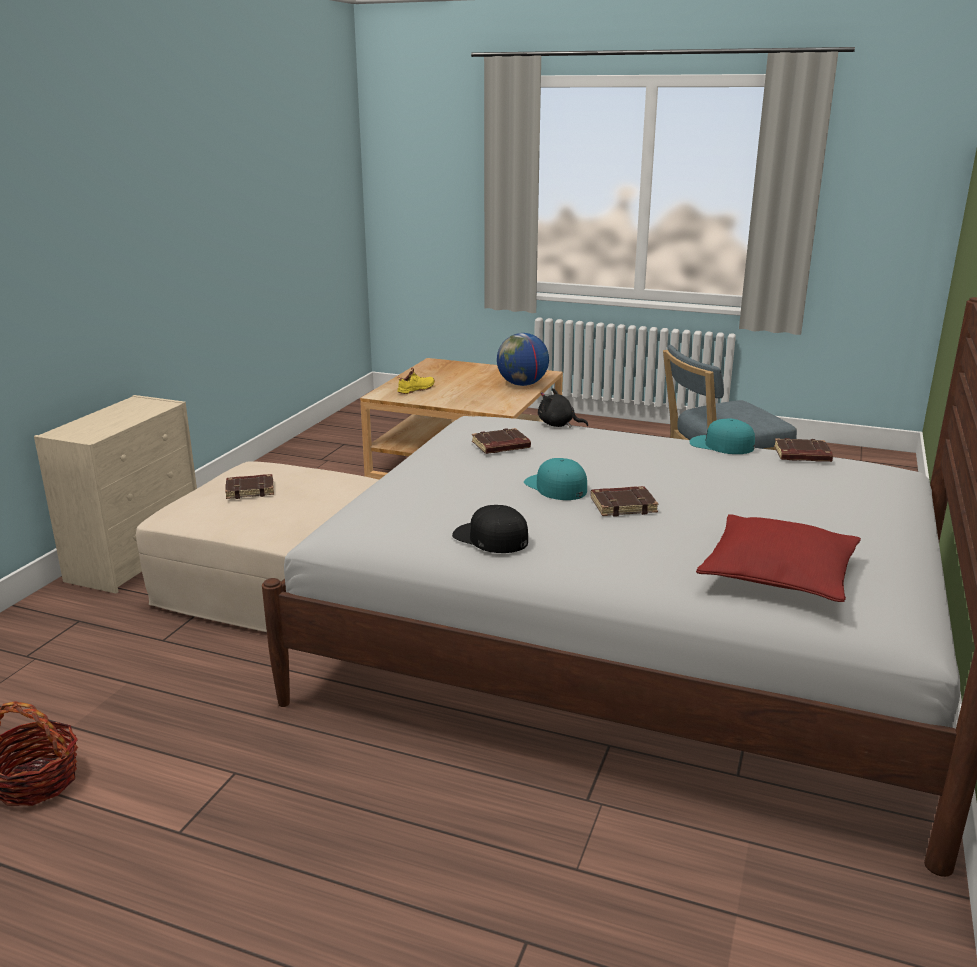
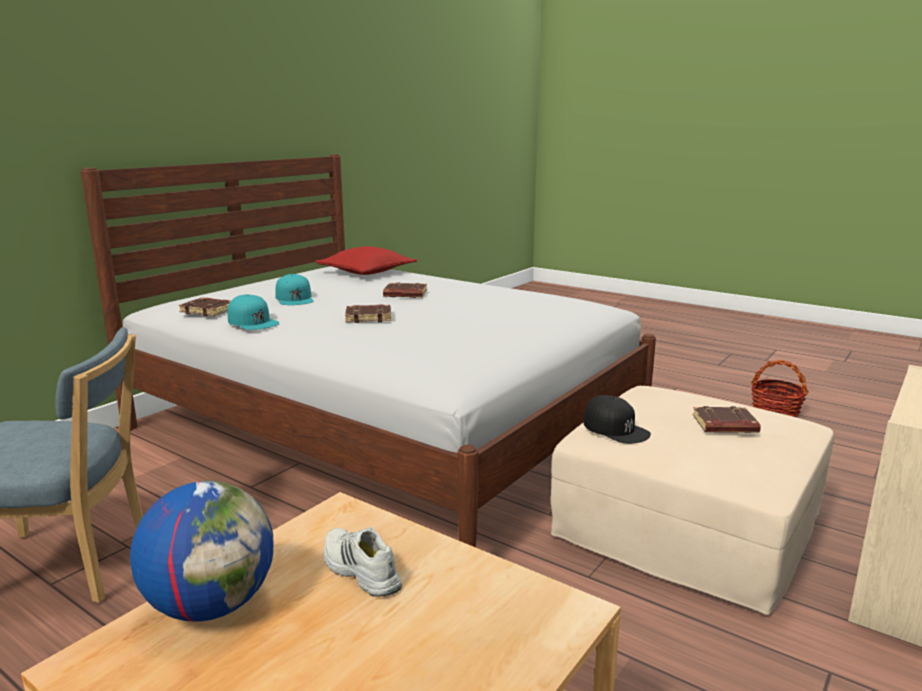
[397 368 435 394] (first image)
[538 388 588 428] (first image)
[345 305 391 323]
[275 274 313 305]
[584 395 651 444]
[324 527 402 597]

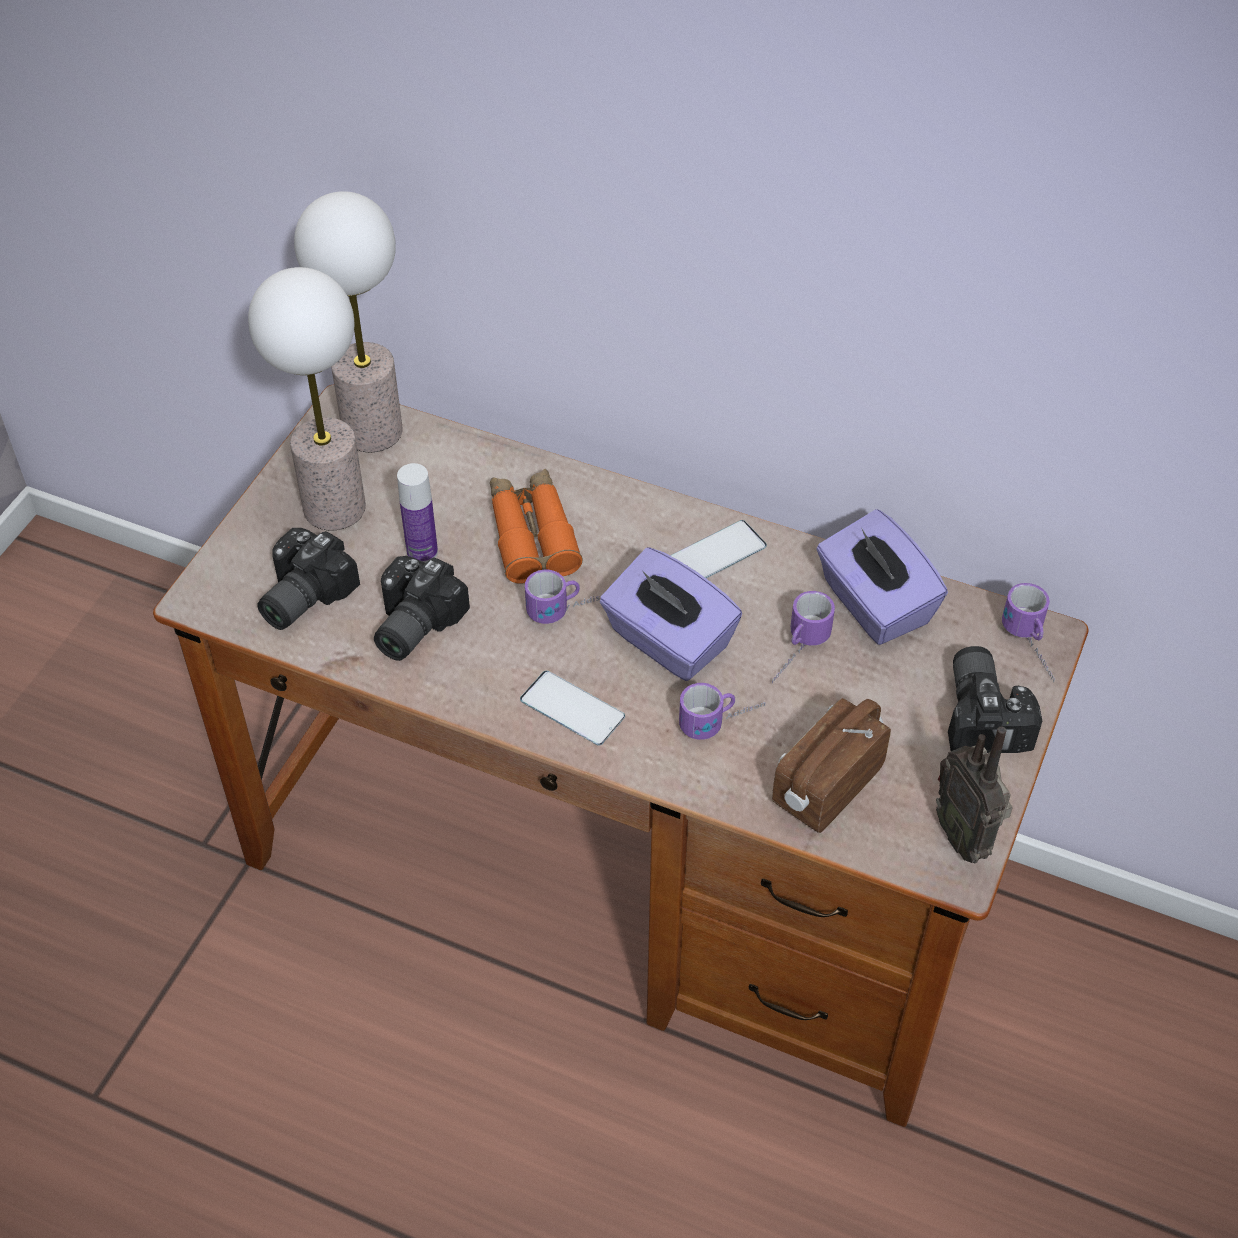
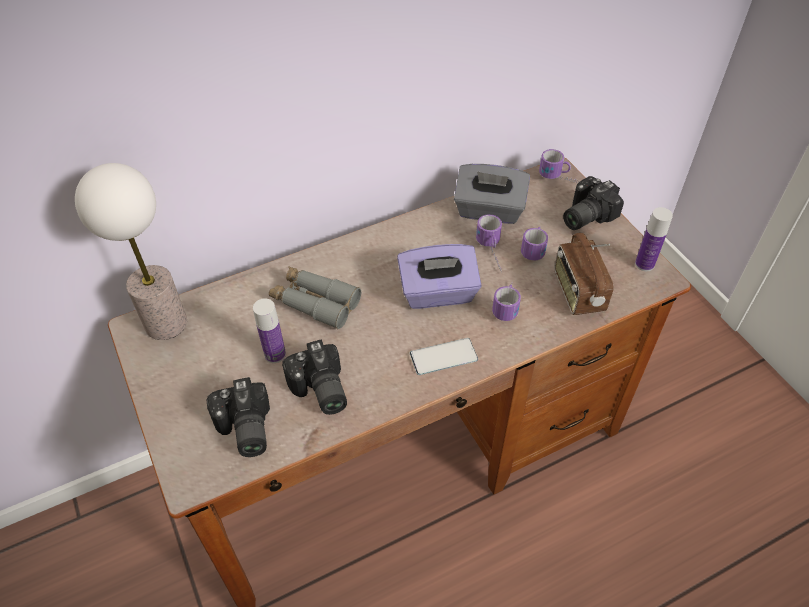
[248 267 366 530] (first image)
[269 266 361 329]
[454 164 530 224]
[670 520 767 578] (first image)
[521 227 548 261]
[563 176 624 230]
[635 207 673 271]

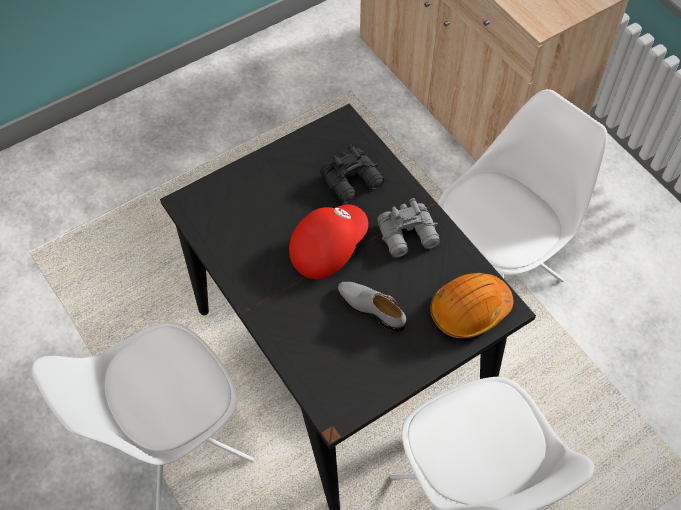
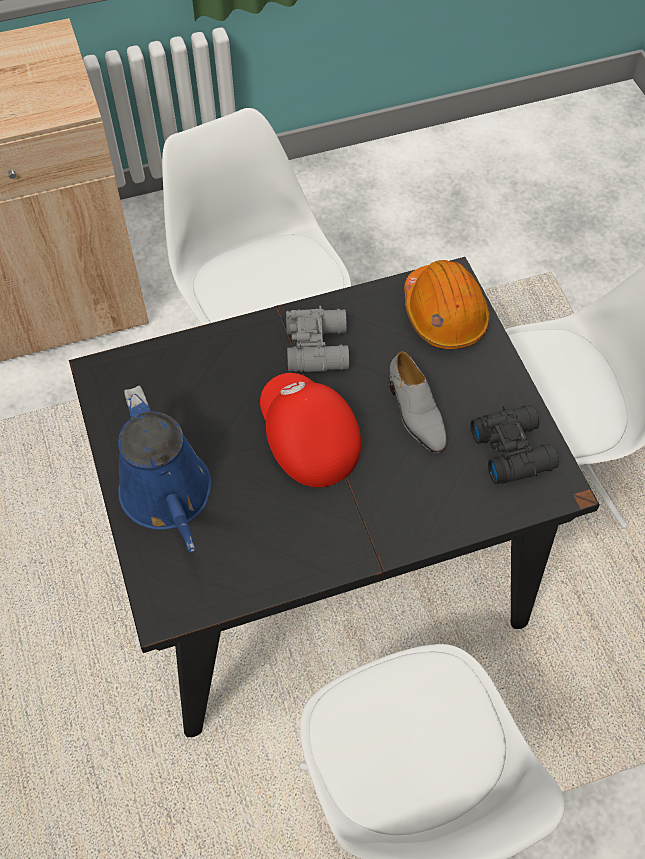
[471 405 559 484]
[389 351 446 453]
[118 385 211 552]

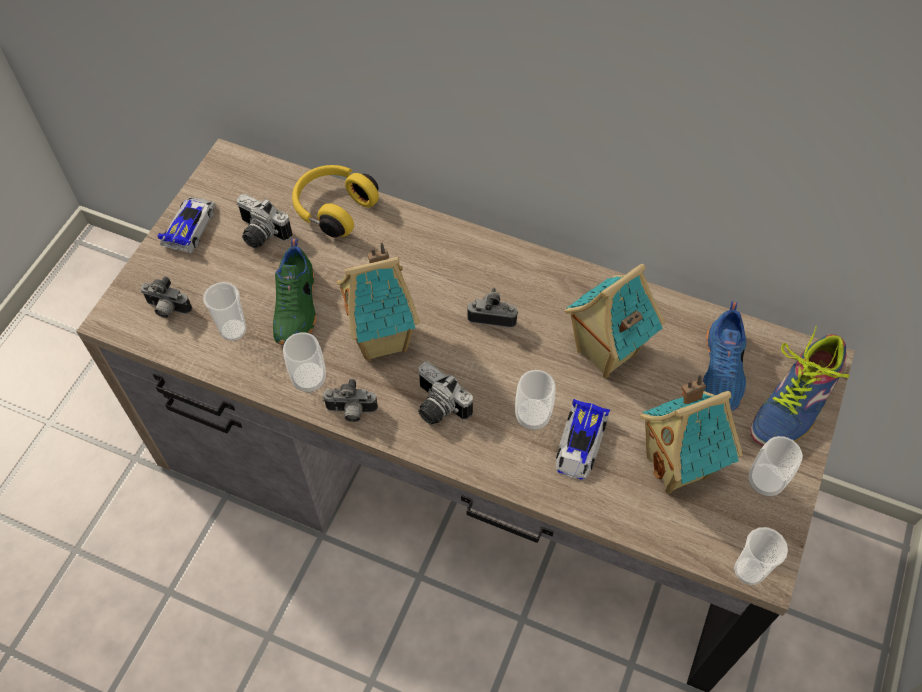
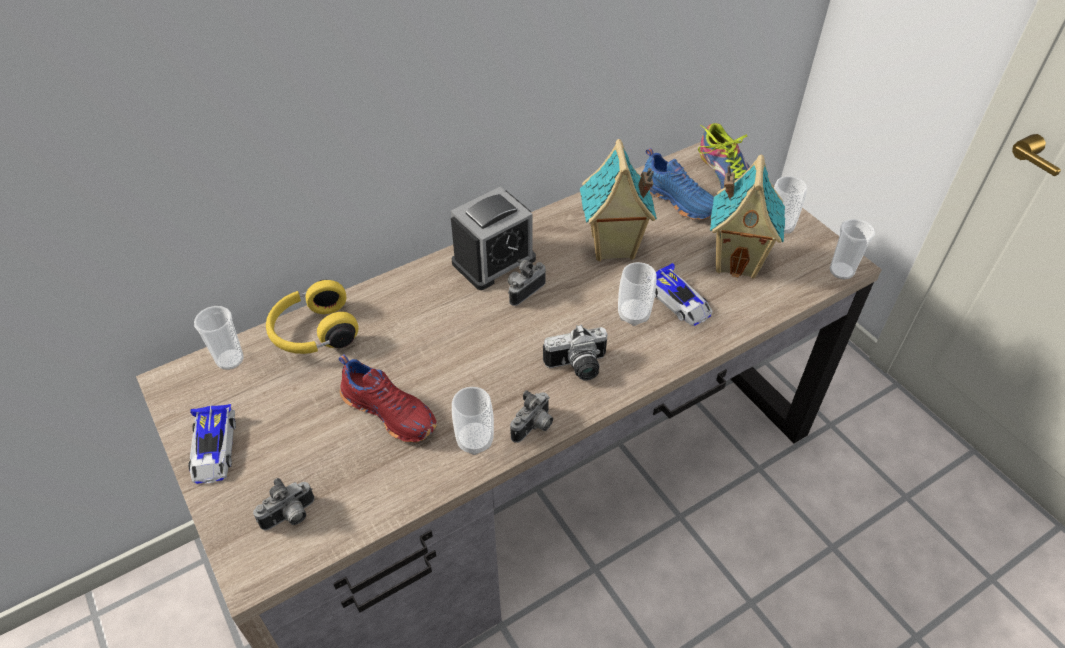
[236 194 293 248] (first image)
[188 404 236 484]
[339 354 437 443]
[336 243 420 361] (first image)
[194 306 244 370]
[451 187 536 290]

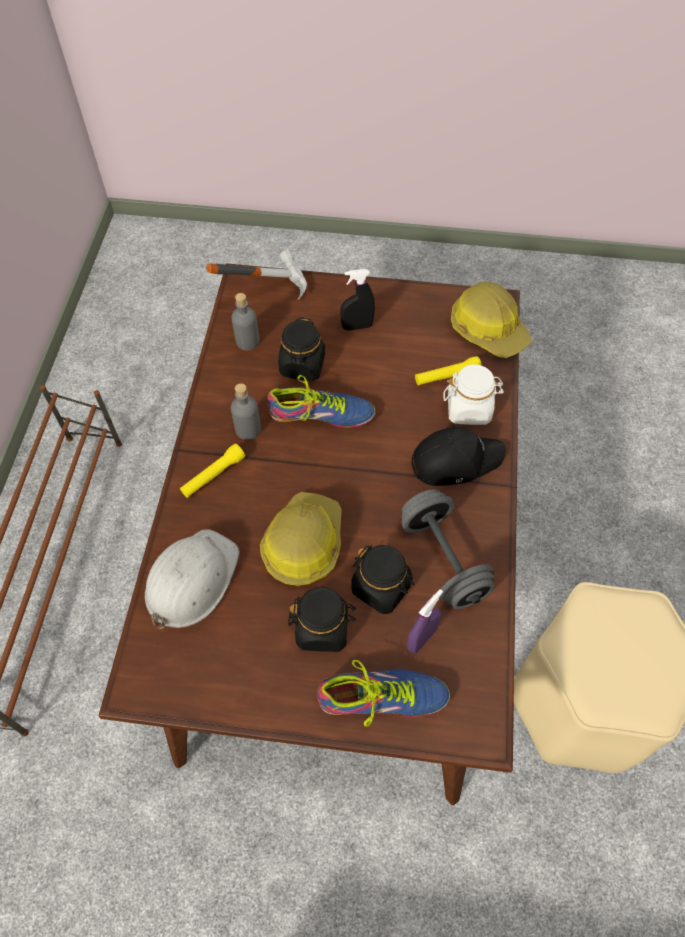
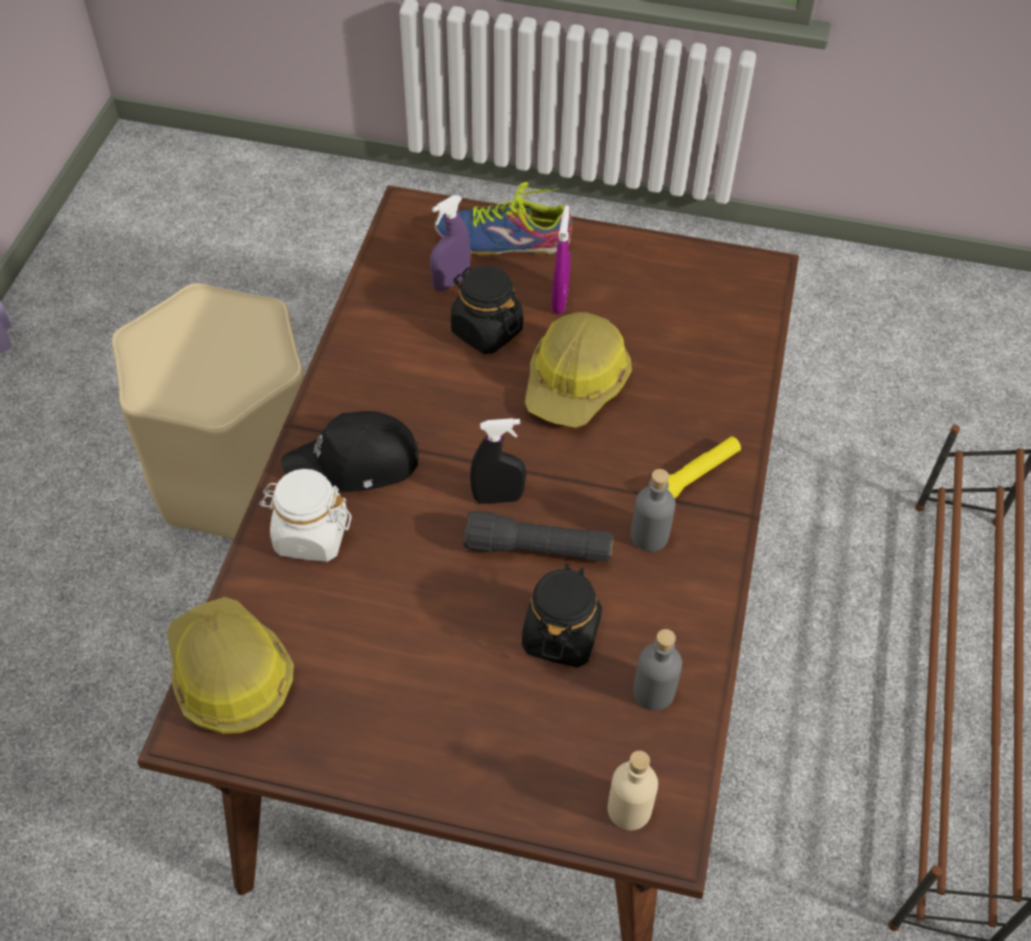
[608 750 658 830]
[470 418 526 504]
[415 356 482 386] (first image)
[463 511 613 562]
[401 489 495 609] (first image)
[145 529 240 629] (first image)
[552 205 571 314]

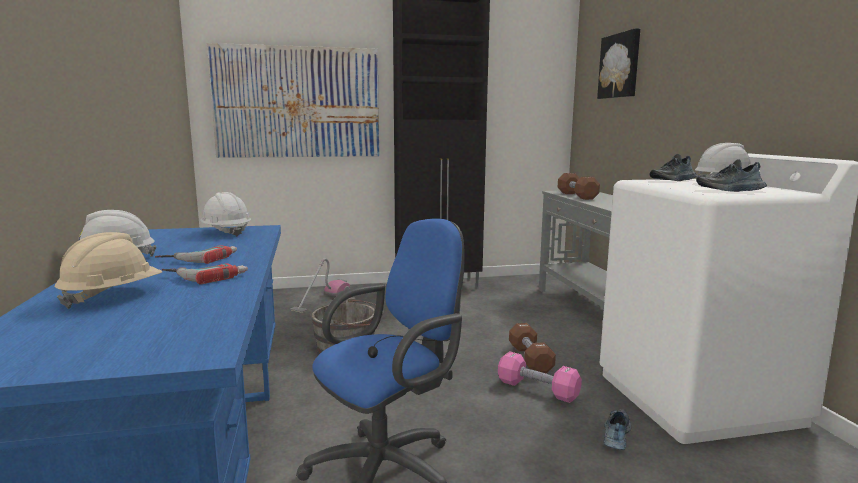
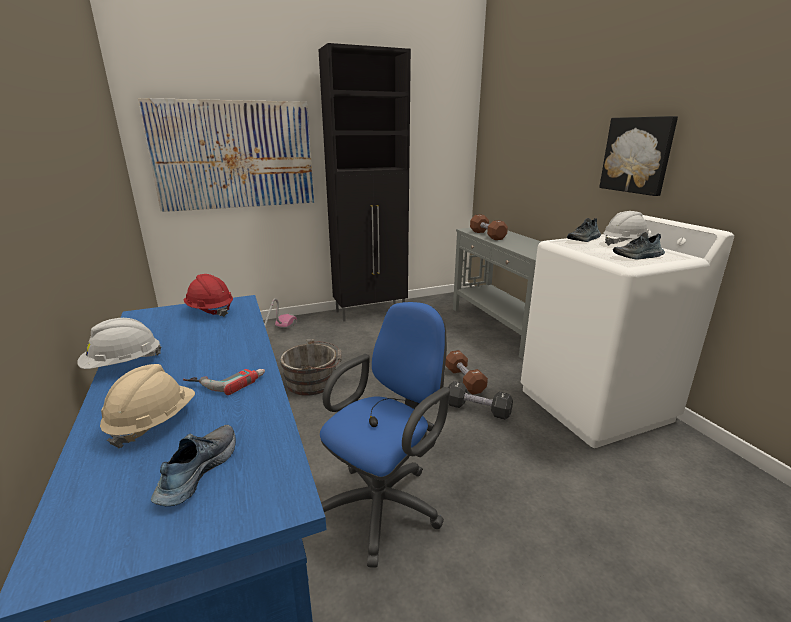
[599 116 678 196]
[183 274 233 317]
[155 245 237 264] (first image)
[448 381 513 420]
[151 425 236 506]

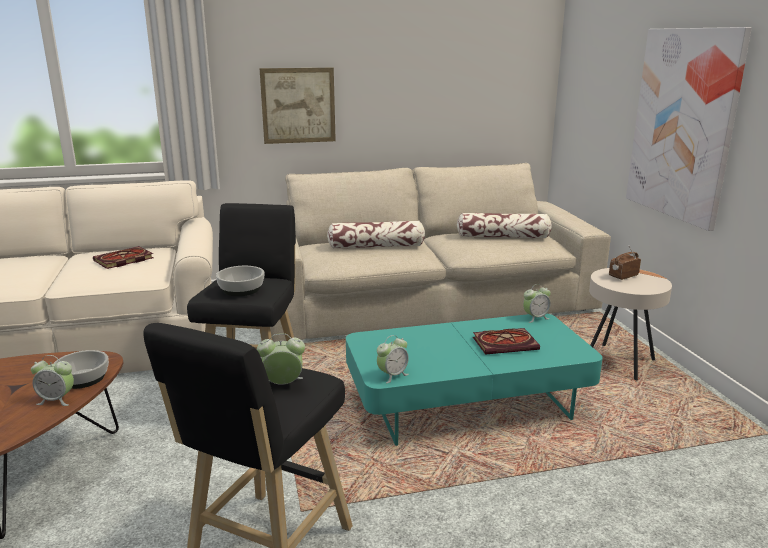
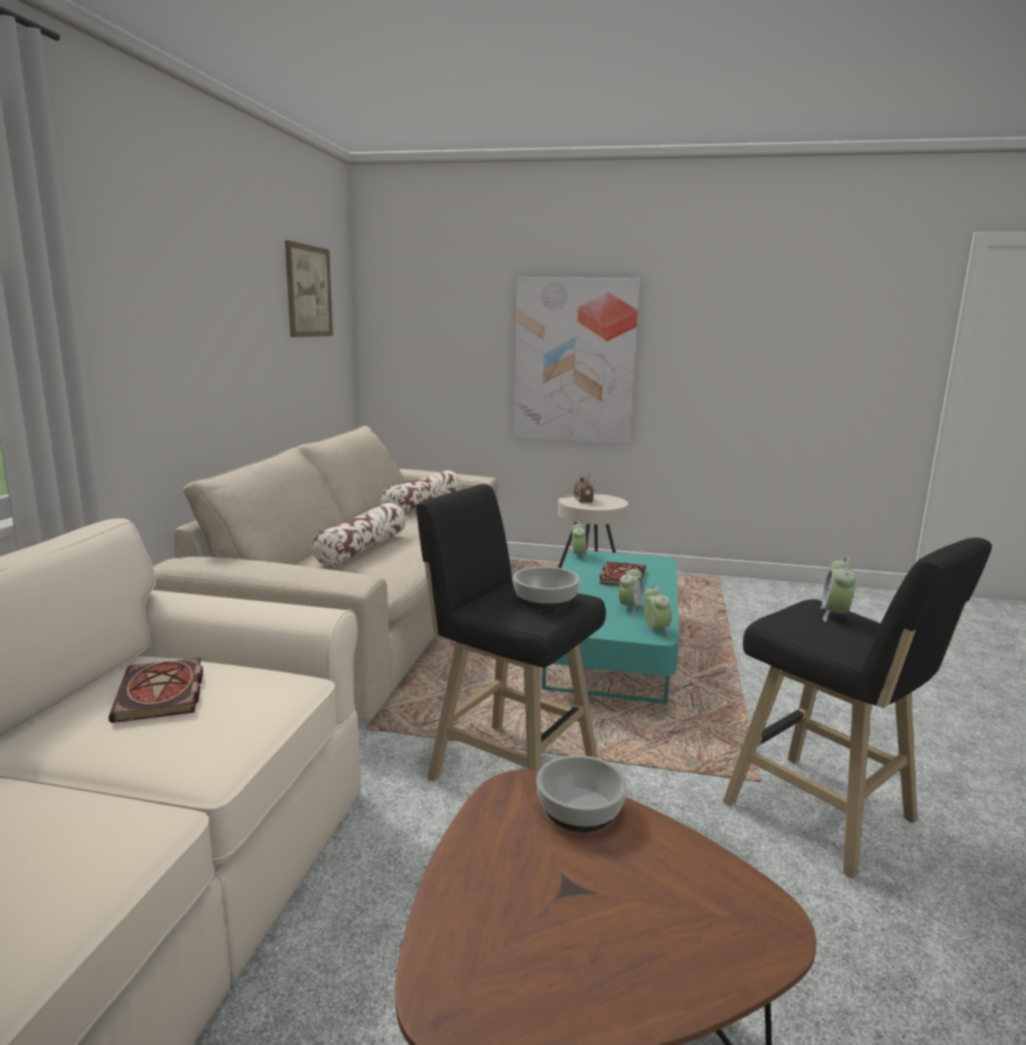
[285 240 333 337]
[619 566 643 615]

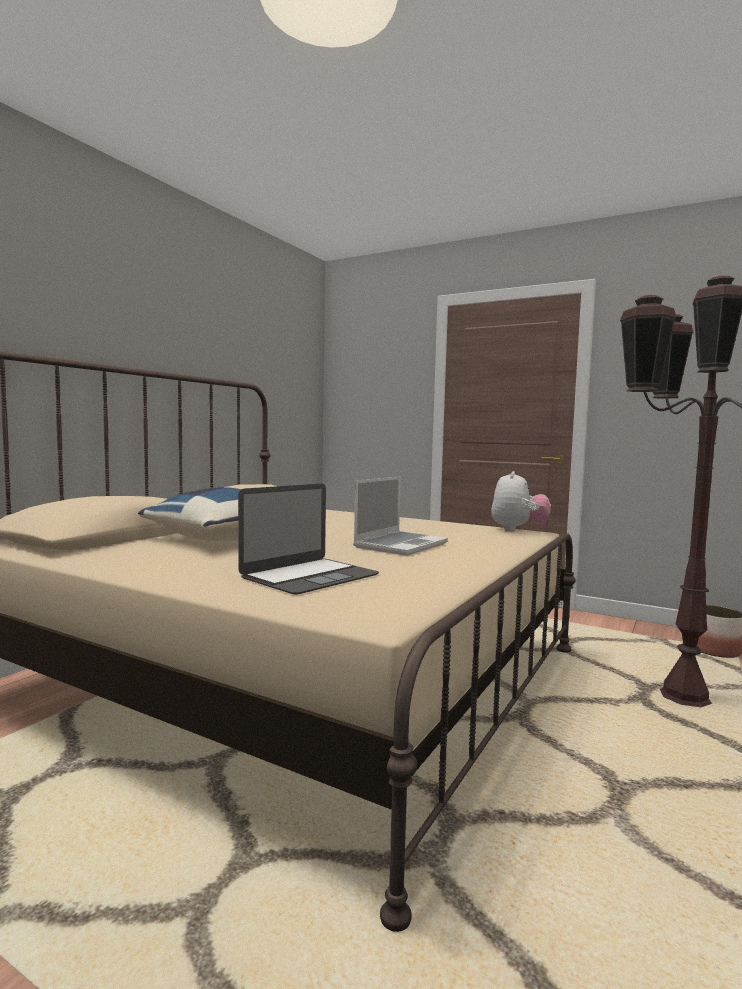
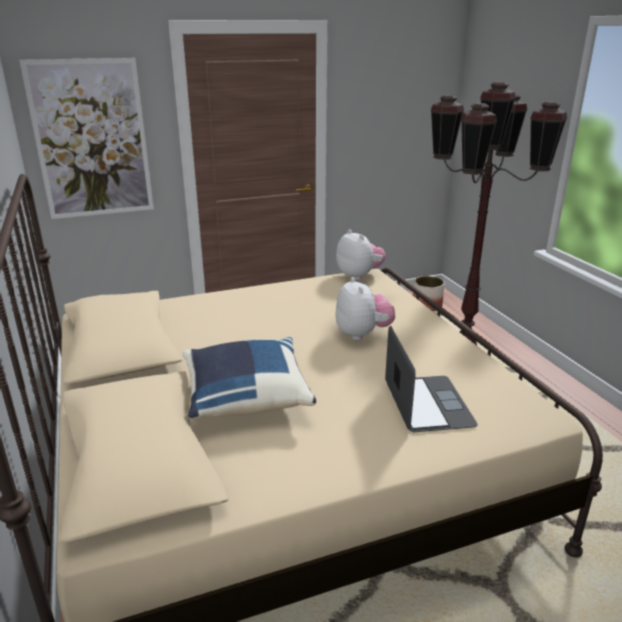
[335 277 395 340]
[19 58 154 219]

